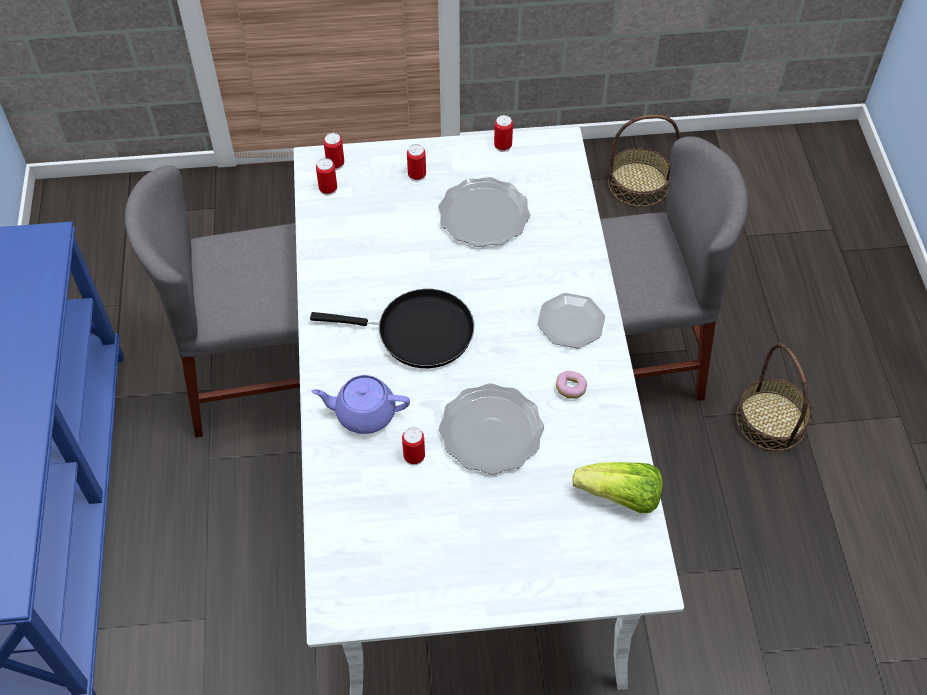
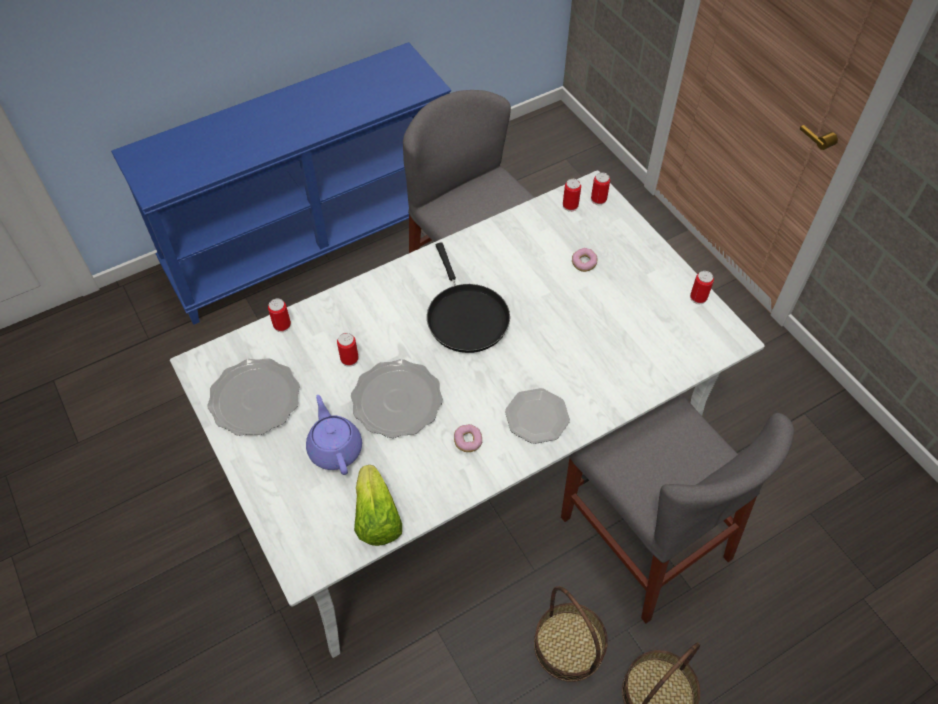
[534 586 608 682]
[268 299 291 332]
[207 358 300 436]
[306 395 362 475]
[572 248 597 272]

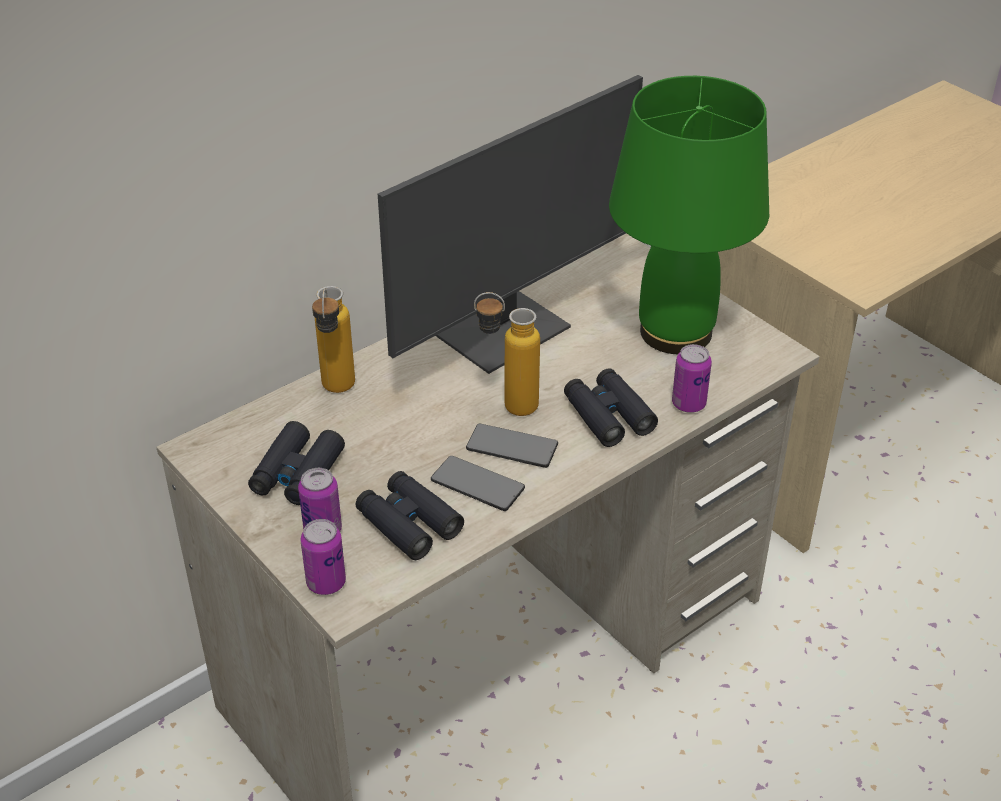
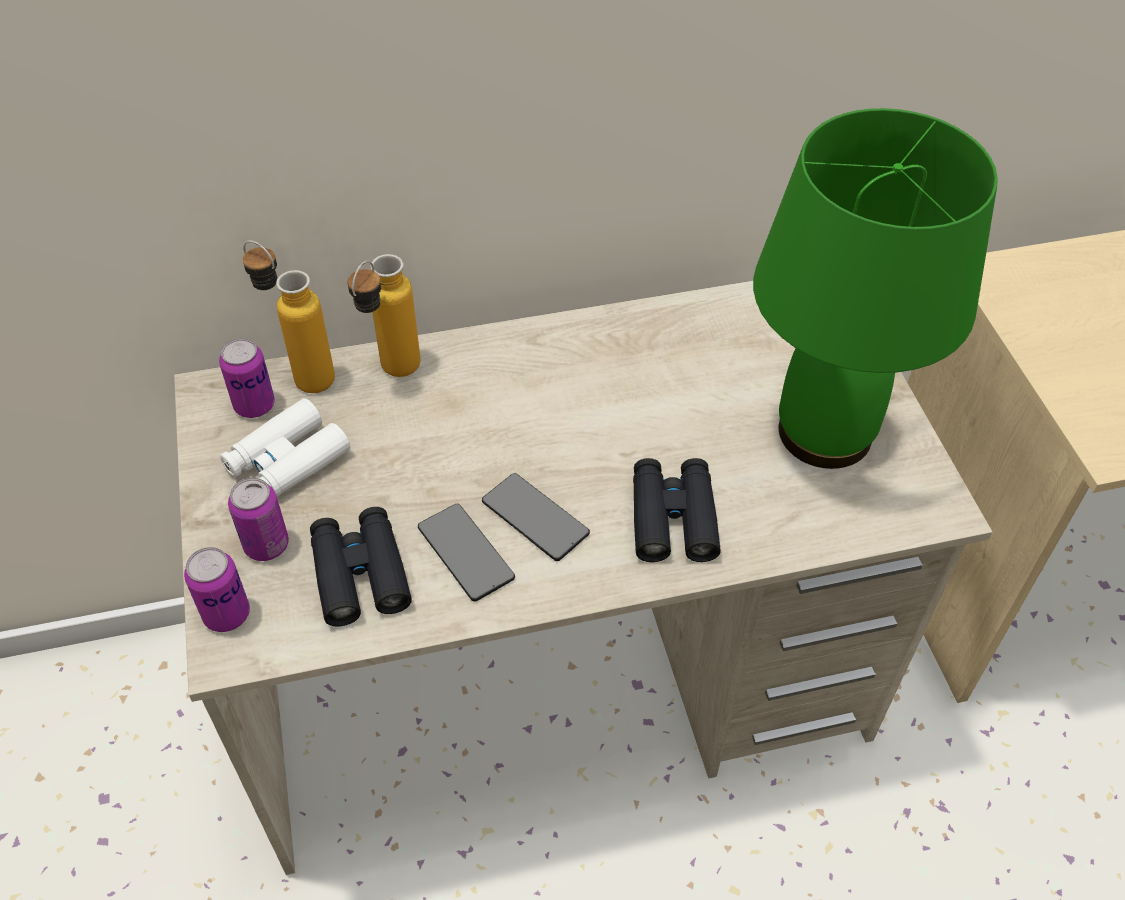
[378 75 643 374] (first image)
[243 240 335 393]
[219 338 275 418]
[220 398 350 497]

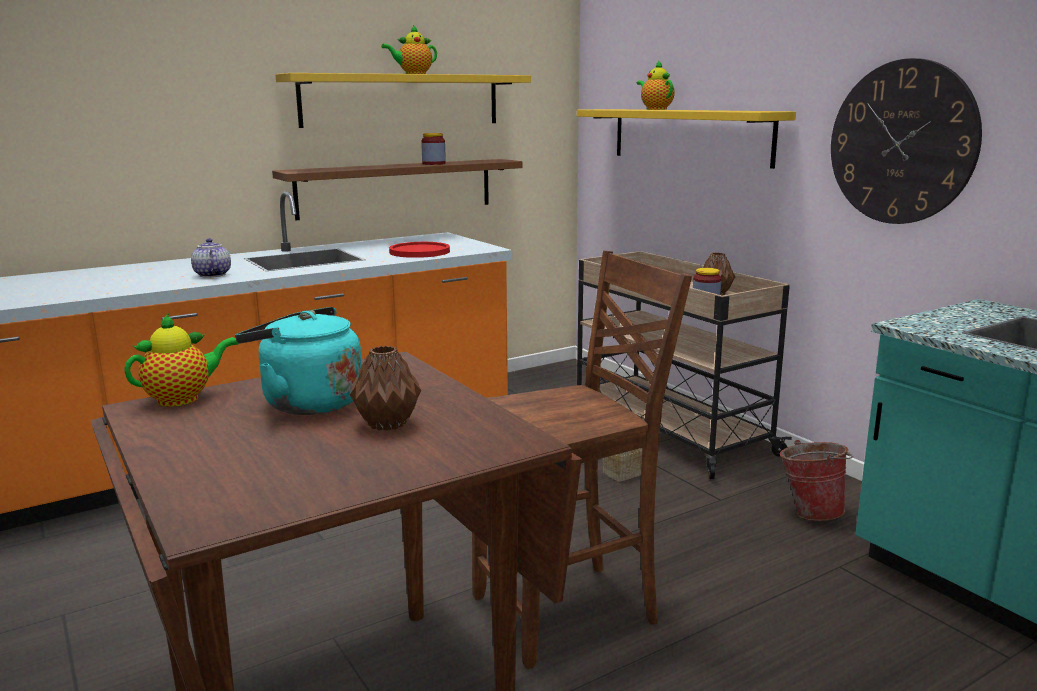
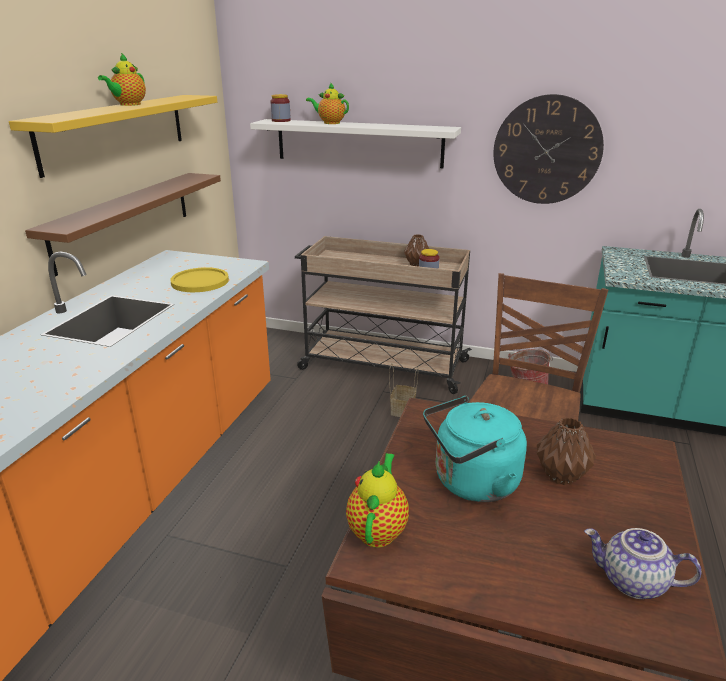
[250 119 461 168]
[270 94 291 122]
[584 528 702 599]
[170 267 229 292]

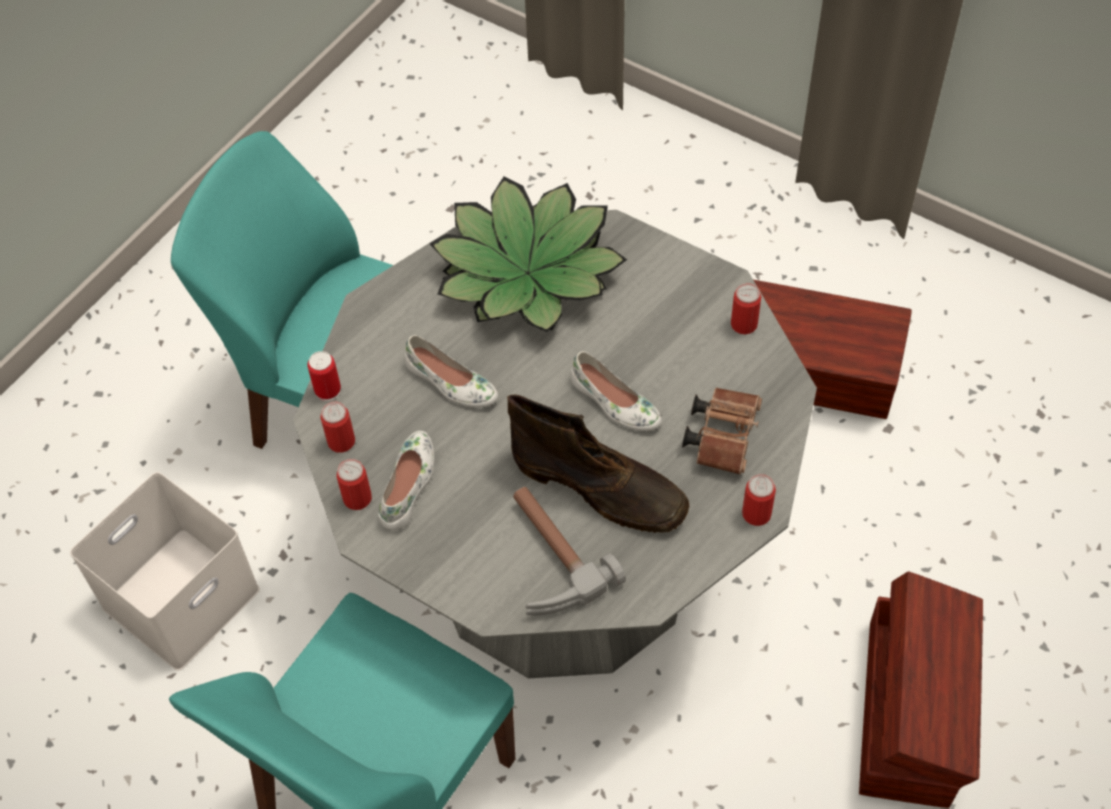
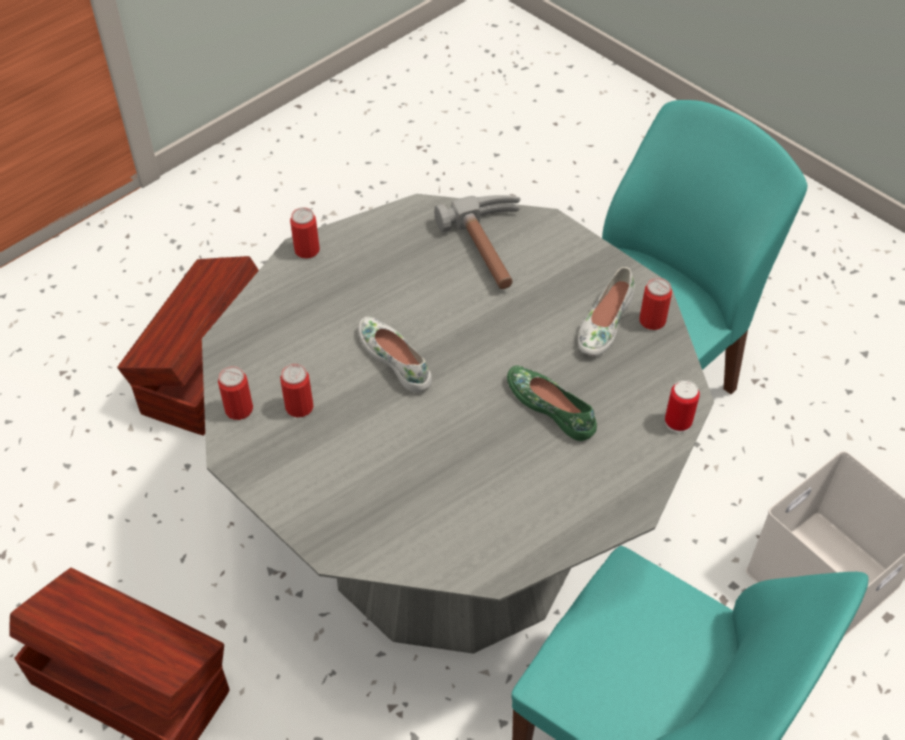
[429 177 627 332] (first image)
[507 366 597 441]
[682 387 762 475] (first image)
[507 395 689 533] (first image)
[280 364 313 418]

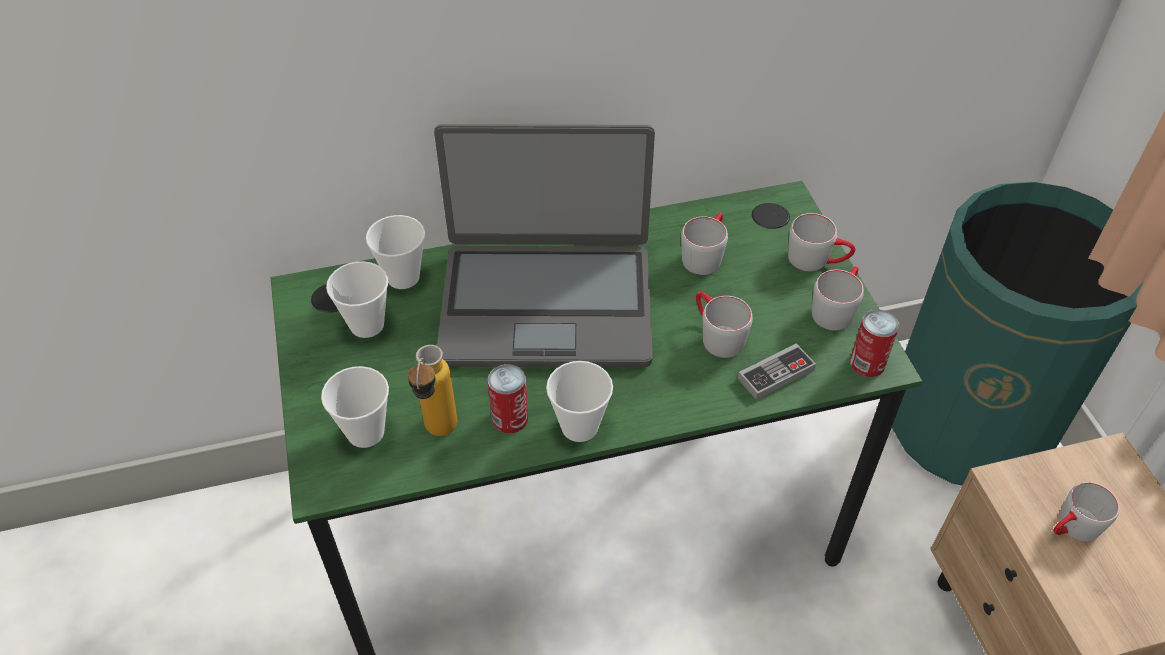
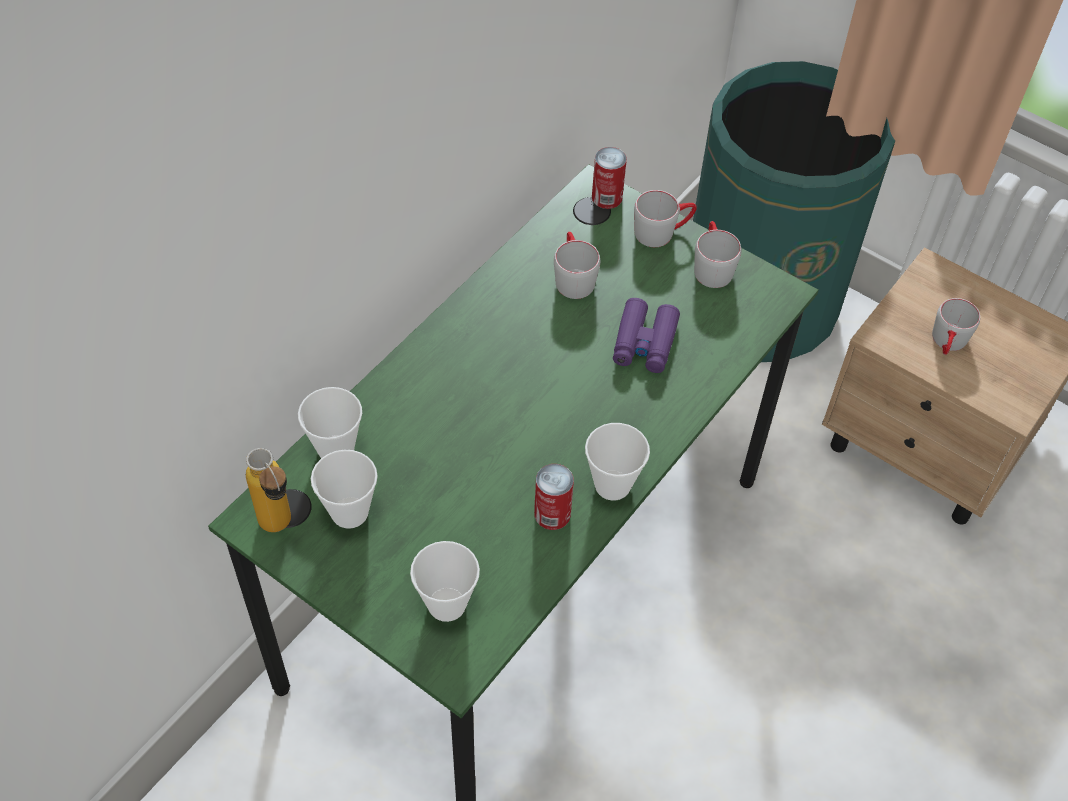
[434 124 655 367] (first image)
[613 298 680 373]
[592 147 627 209]
[738 343 816 400] (first image)
[246 448 291 532]

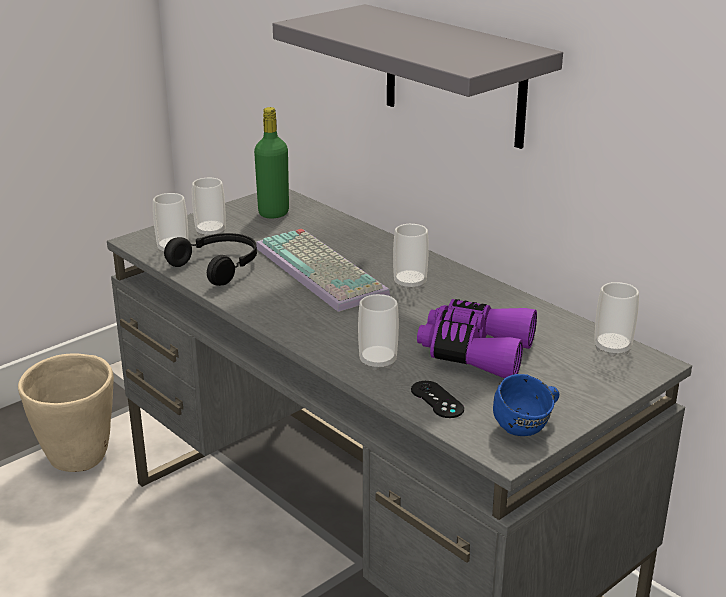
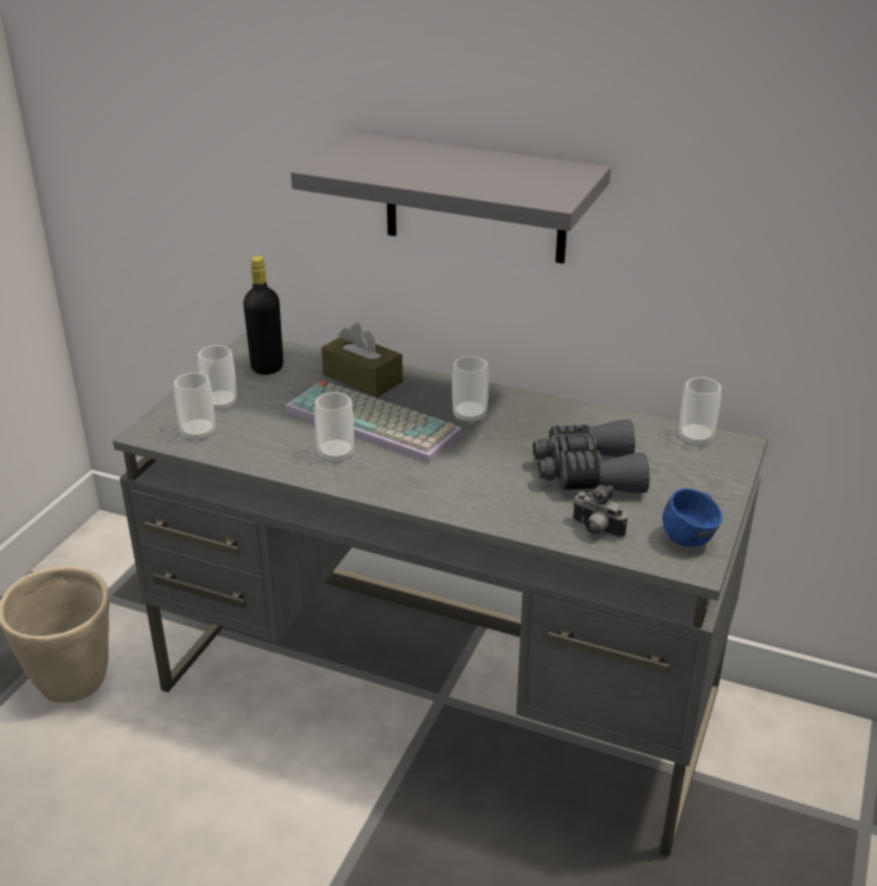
[243 256 283 375]
[164 233 257 286] (first image)
[315 392 354 464]
[533 420 650 493]
[572 485 627 538]
[321 323 403 398]

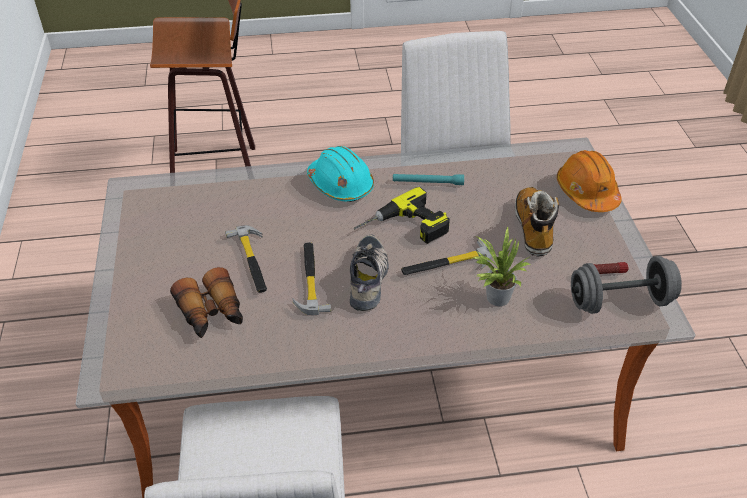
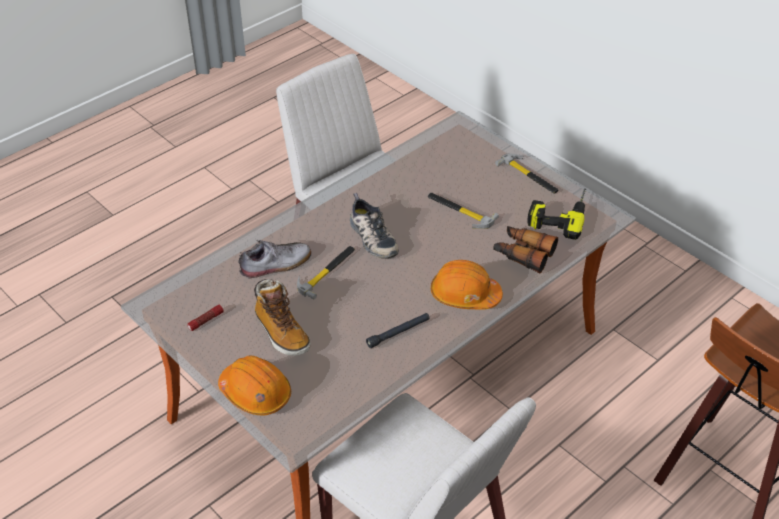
[431 260 503 310]
[366 313 430 348]
[527 189 586 240]
[238 240 311 278]
[495 153 558 194]
[571 256 682 314] (first image)
[493 226 558 273]

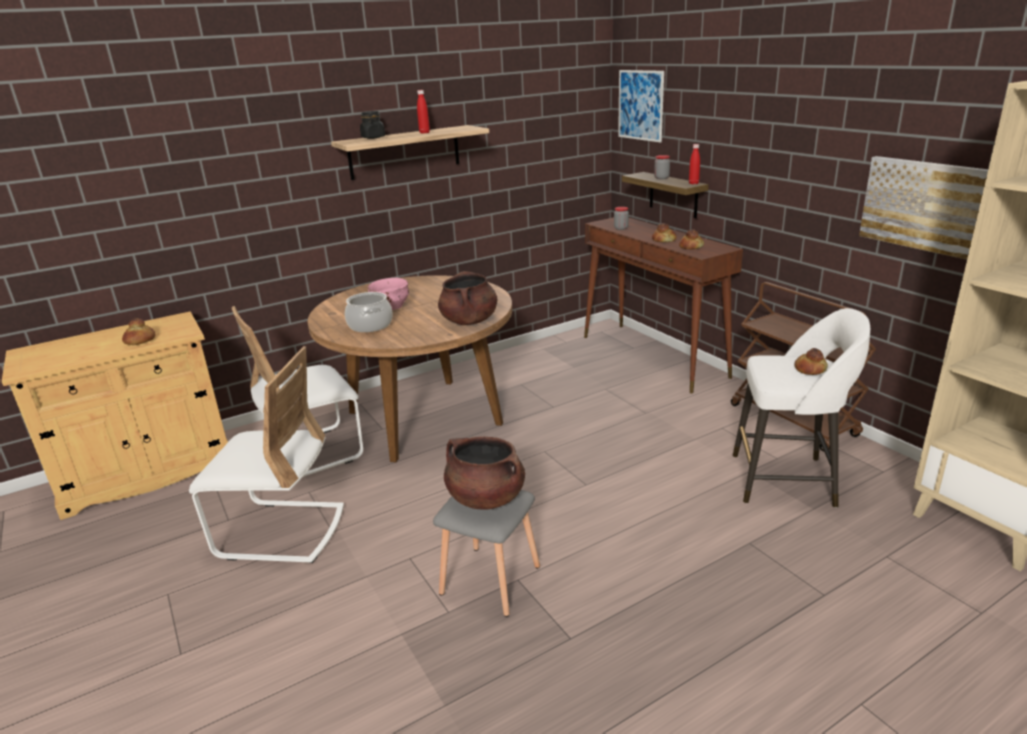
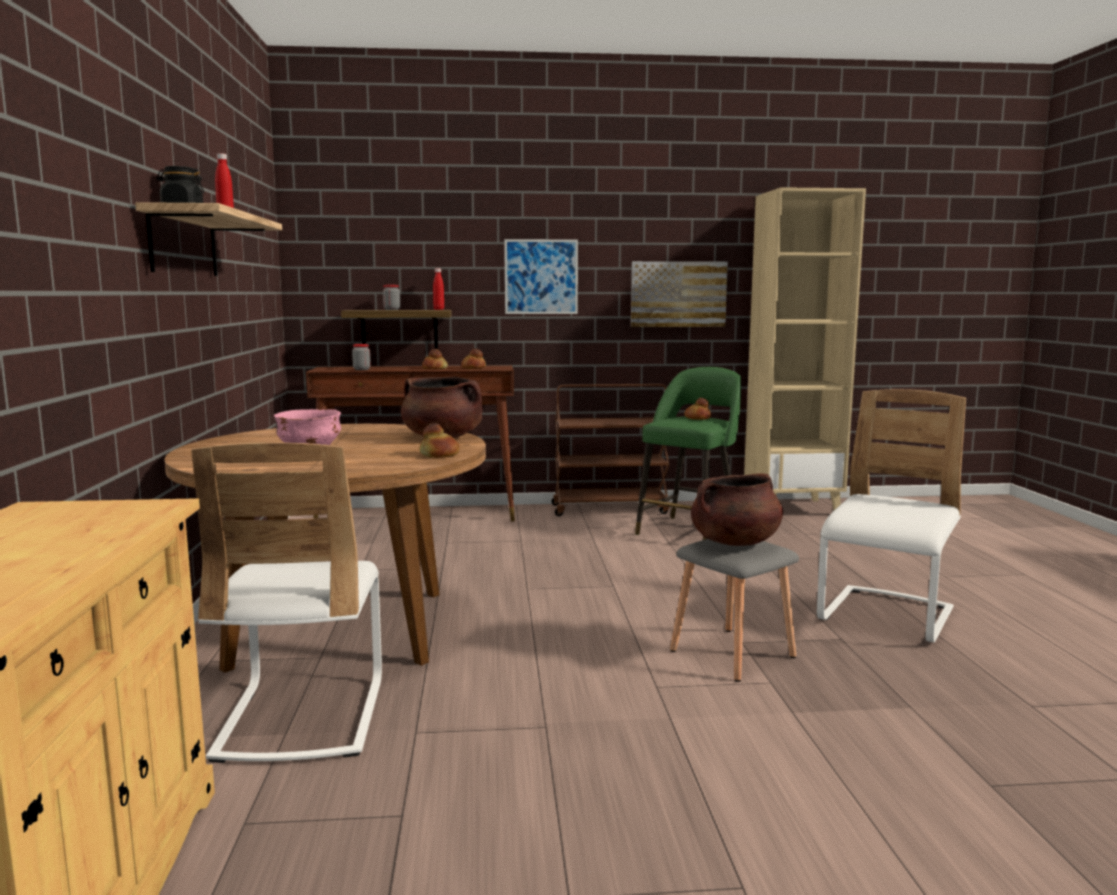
[504 239 578 314]
[345 292 393 332] (first image)
[635 367 741 540]
[419 423 460 458]
[817 389 966 643]

